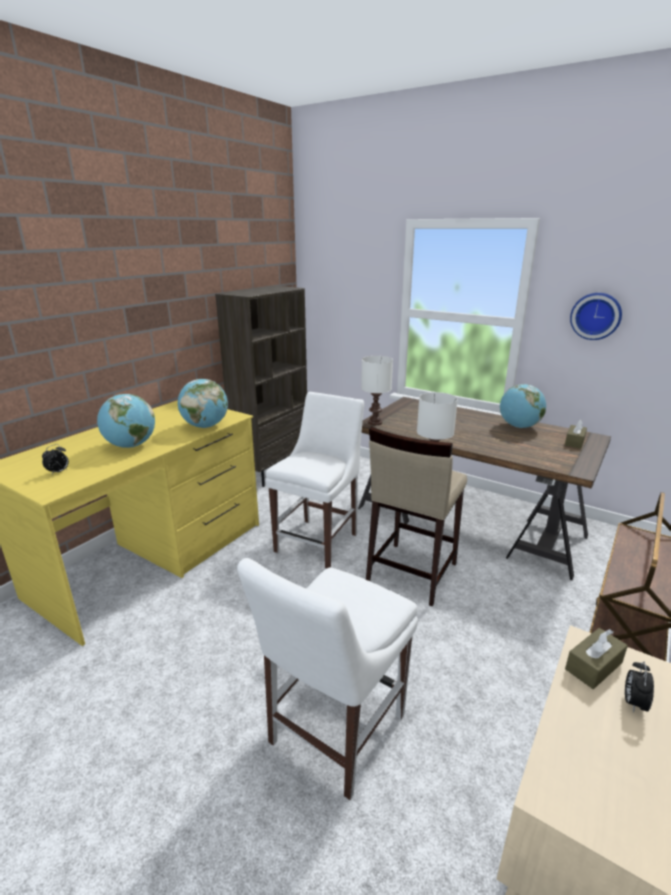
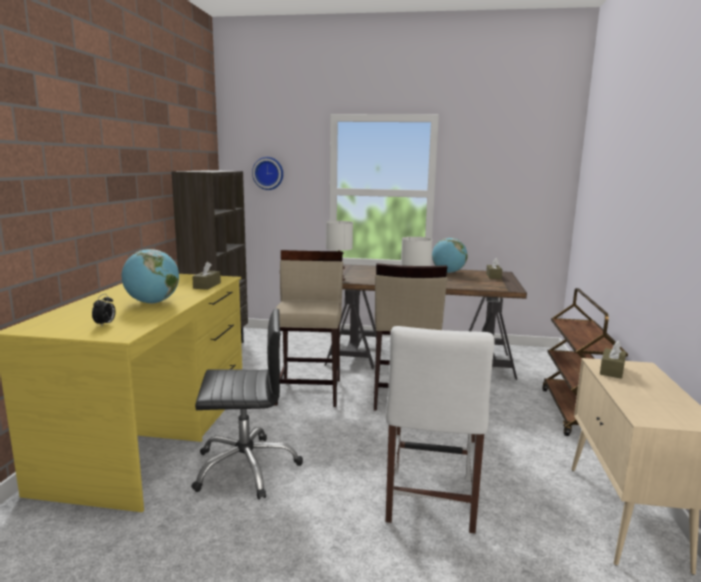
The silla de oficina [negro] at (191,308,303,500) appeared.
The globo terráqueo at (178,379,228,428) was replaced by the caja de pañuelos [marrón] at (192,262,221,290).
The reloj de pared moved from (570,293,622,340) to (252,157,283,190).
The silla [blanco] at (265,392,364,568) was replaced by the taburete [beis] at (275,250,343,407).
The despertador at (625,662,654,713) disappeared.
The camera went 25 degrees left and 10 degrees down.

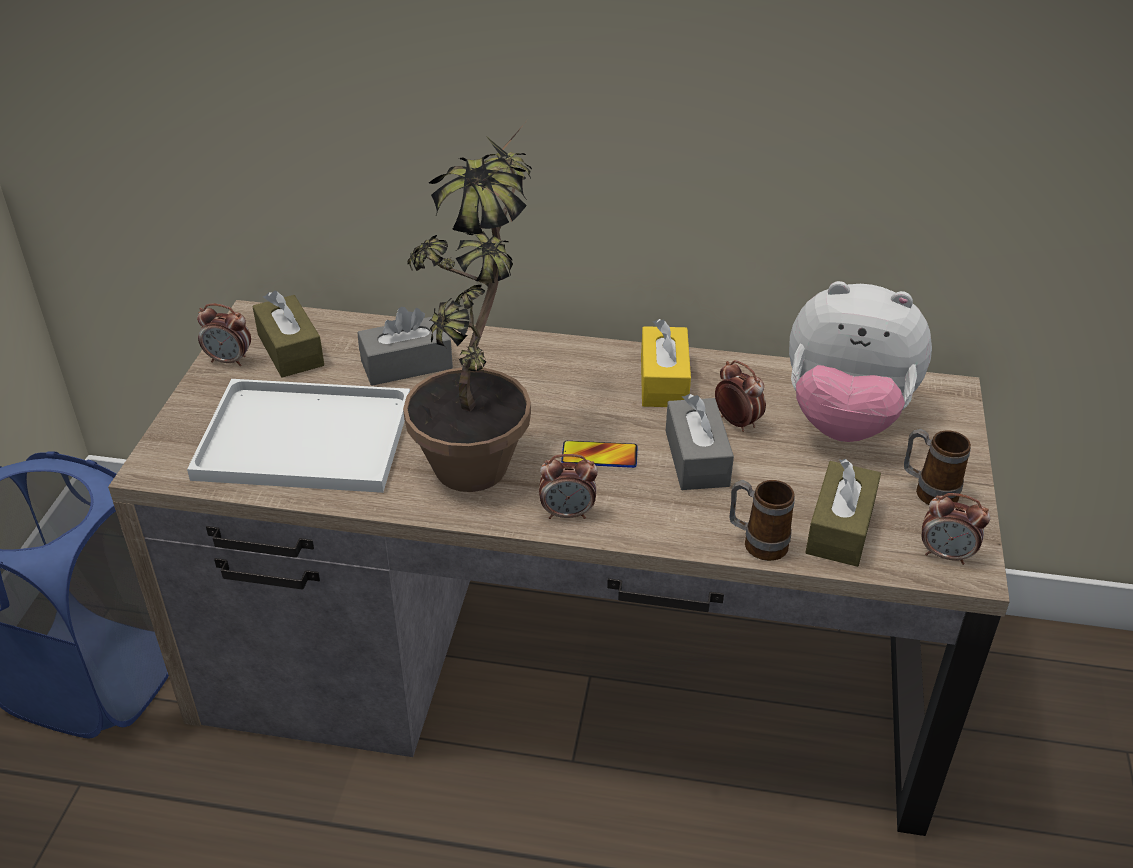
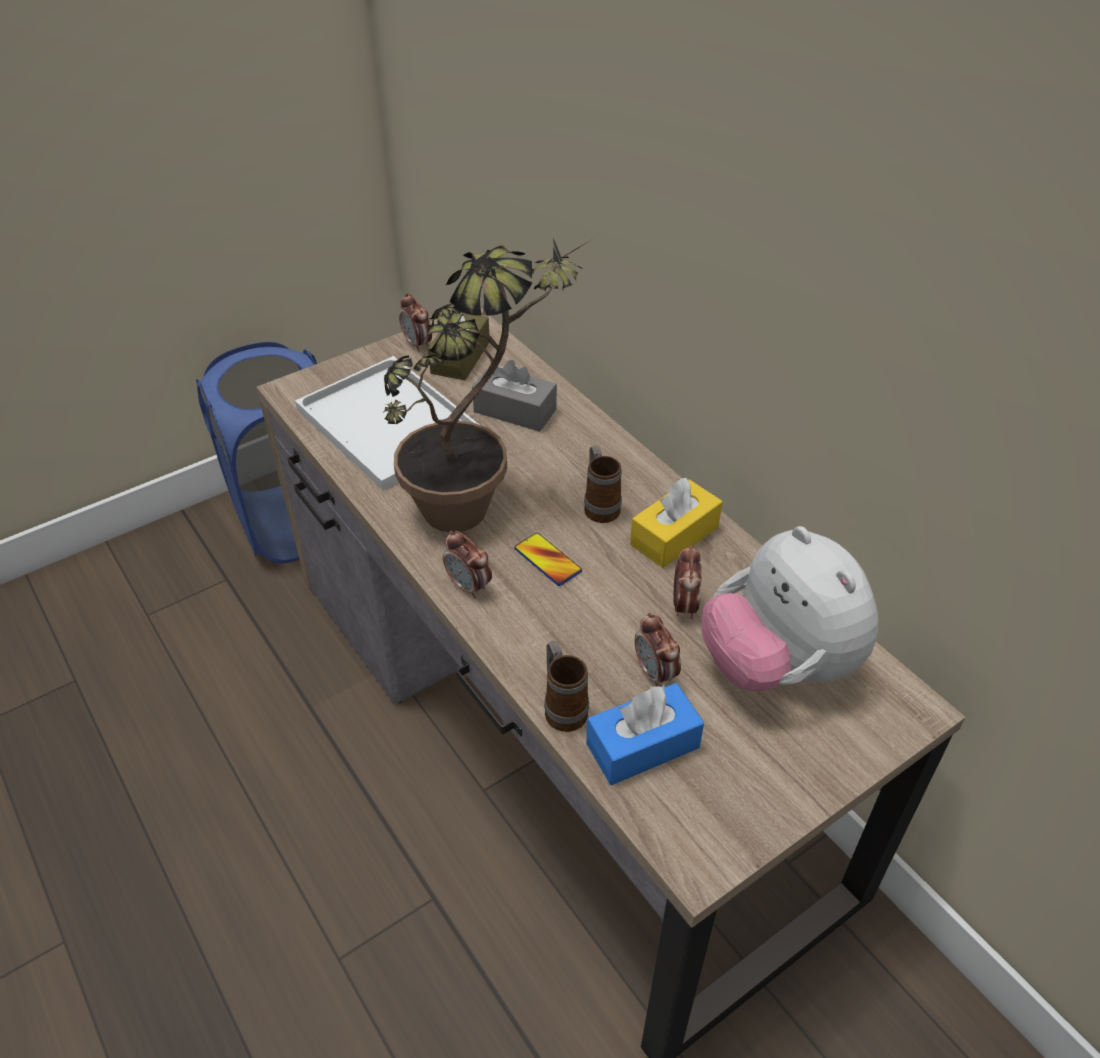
The taza grande moved from (904,428,971,505) to (584,445,622,523).
The caja de pañuelos [marrón] at (805,459,881,567) became the caja de pañuelos [azul] at (586,683,704,785).
The despertador moved from (922,493,990,565) to (635,612,681,687).
The caja de pañuelos [gris] at (666,394,734,490) disappeared.
The camera went 45 degrees right and 5 degrees up.

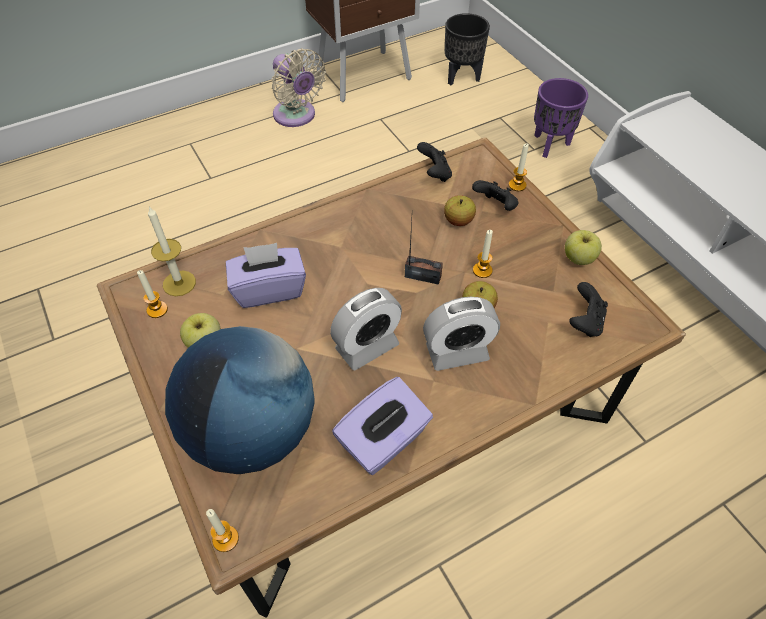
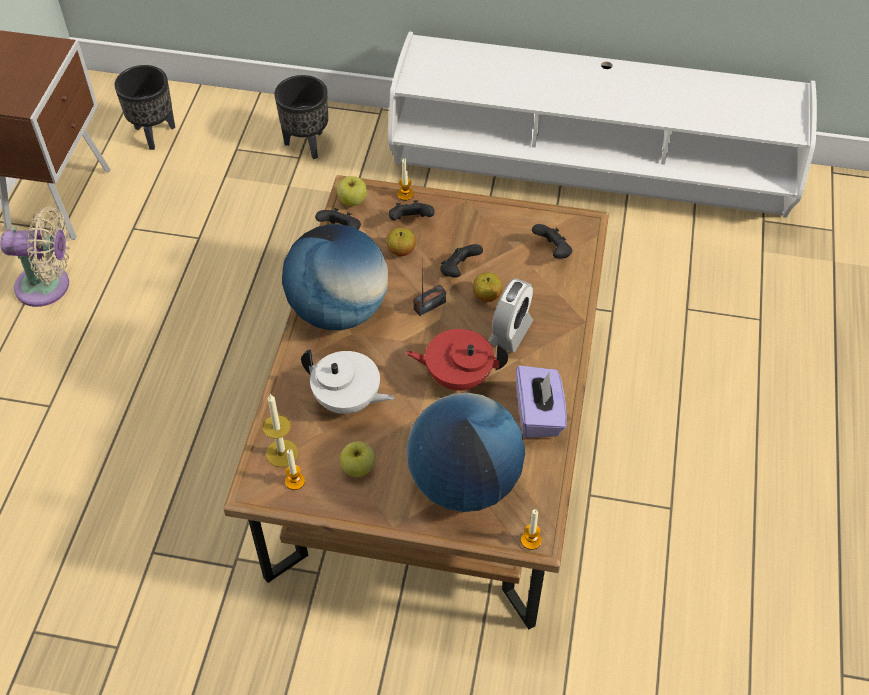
The maceta [morado] at (534,78,588,158) became the maceta [negro] at (274,75,328,159).
The globo terráqueo at (282,224,388,330) appeared.
The caja de pañuelos [morado] at (226,243,306,308) was replaced by the tetera [blanco] at (301,350,394,414).
The manzana moved from (565,230,602,265) to (337,176,367,206).
The despertador at (330,288,402,370) was replaced by the tetera [rojo] at (406,329,508,391).
The vela at (473,230,493,278) was replaced by the mando de consola [negro] at (440,244,483,278).
The camera went 50 degrees left and 0 degrees up.

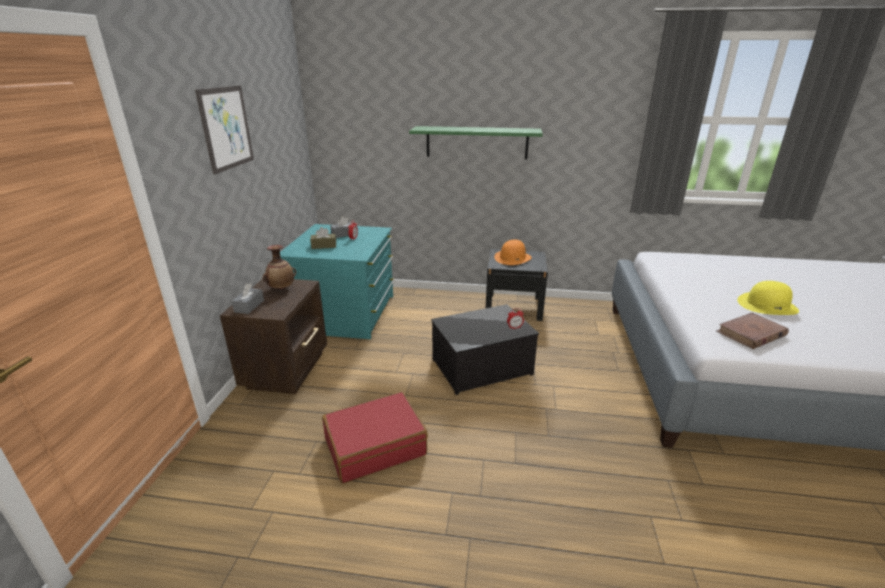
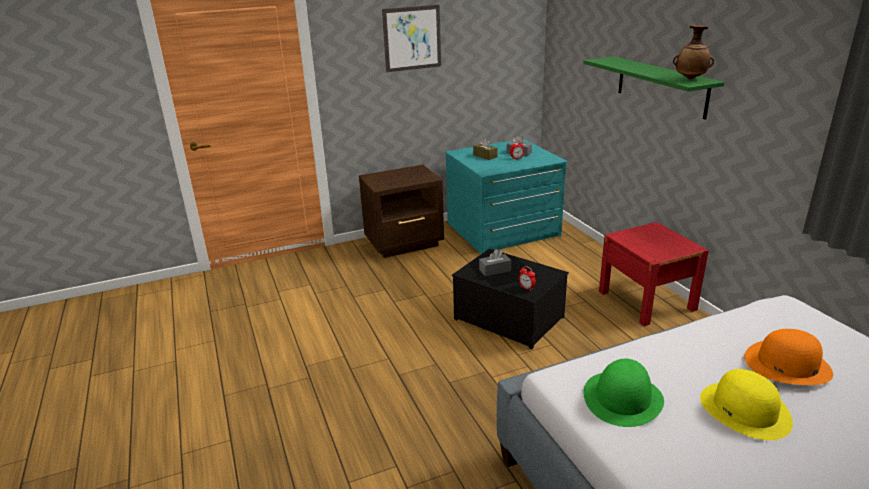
The caja de pañuelos [gris] moved from (232,283,264,314) to (479,249,511,276).
The libro [marrón] at (716,313,789,349) was replaced by the sombrero [verde] at (584,359,664,427).
The mesita de noche [negro] at (486,249,548,321) became the mesita de noche [rojo] at (599,222,709,326).
The florero moved from (262,245,296,289) to (673,25,714,79).
The sombrero [naranja] moved from (494,239,532,265) to (744,329,833,385).
The maleta [rojo] at (322,392,428,484) disappeared.
The camera went 60 degrees right and 0 degrees up.

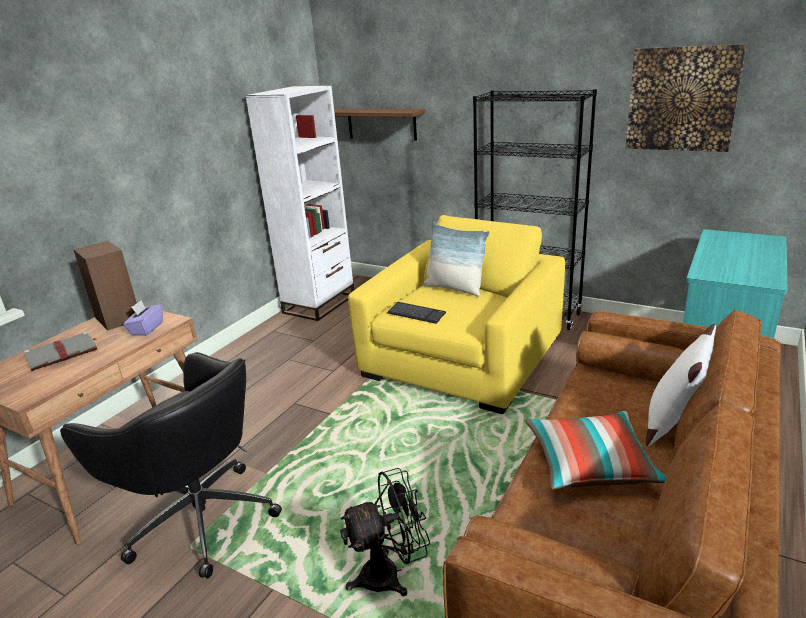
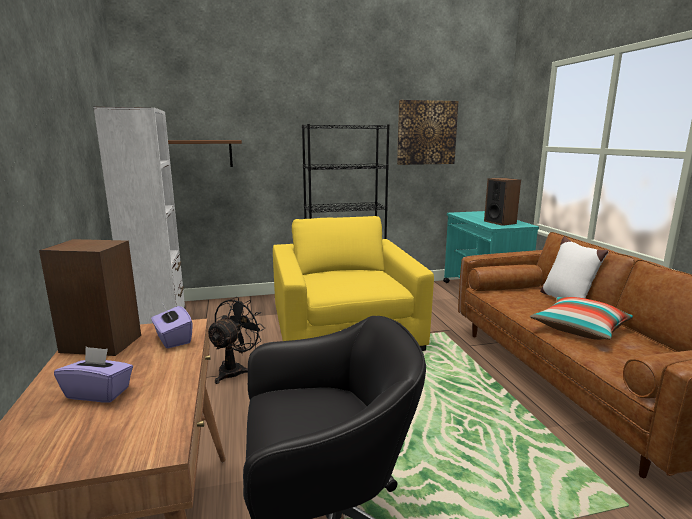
The libro [gris] at (24,332,97,371) was replaced by the caja de pañuelos [morado] at (54,346,133,402).
The ventilador [negro] moved from (340,468,430,597) to (208,297,265,384).
The altavoz at (484,178,521,226) appeared.
The teclado at (387,302,446,324) disappeared.
The cojín at (423,222,490,297) disappeared.
The camera went 45 degrees left and 10 degrees down.

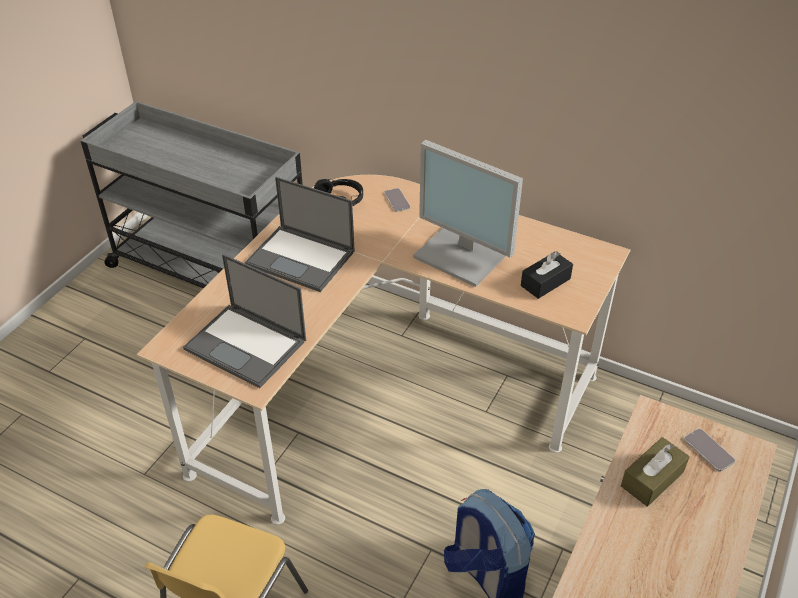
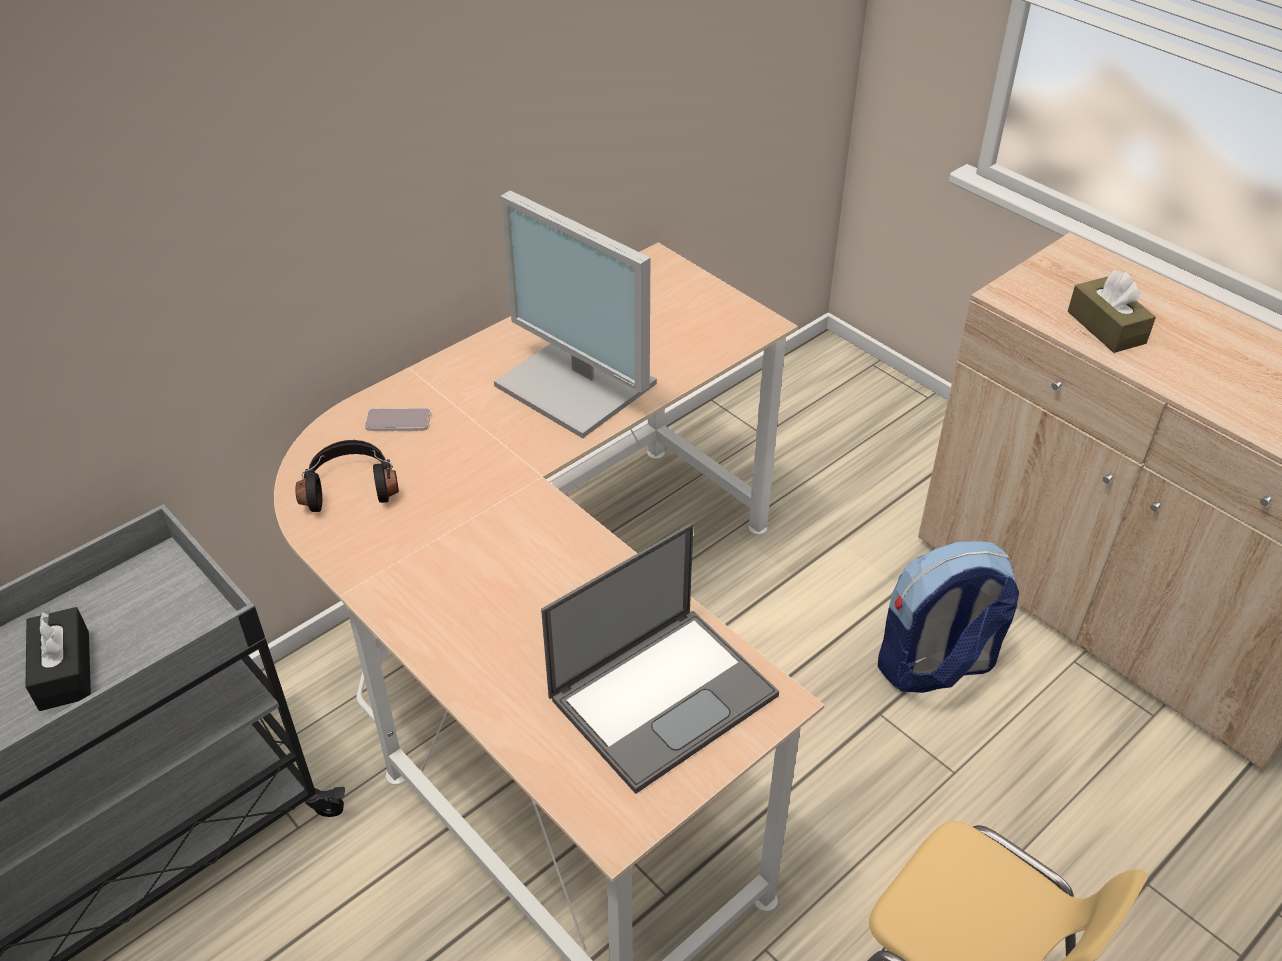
The caja de pañuelos [negro] moved from (521,251,573,299) to (25,607,91,711).
The monitor at (413,140,523,287) turned 75 degrees clockwise.
The portátil at (245,177,355,292) disappeared.
The móvil at (684,428,735,472) disappeared.
The camera went 70 degrees left and 0 degrees up.

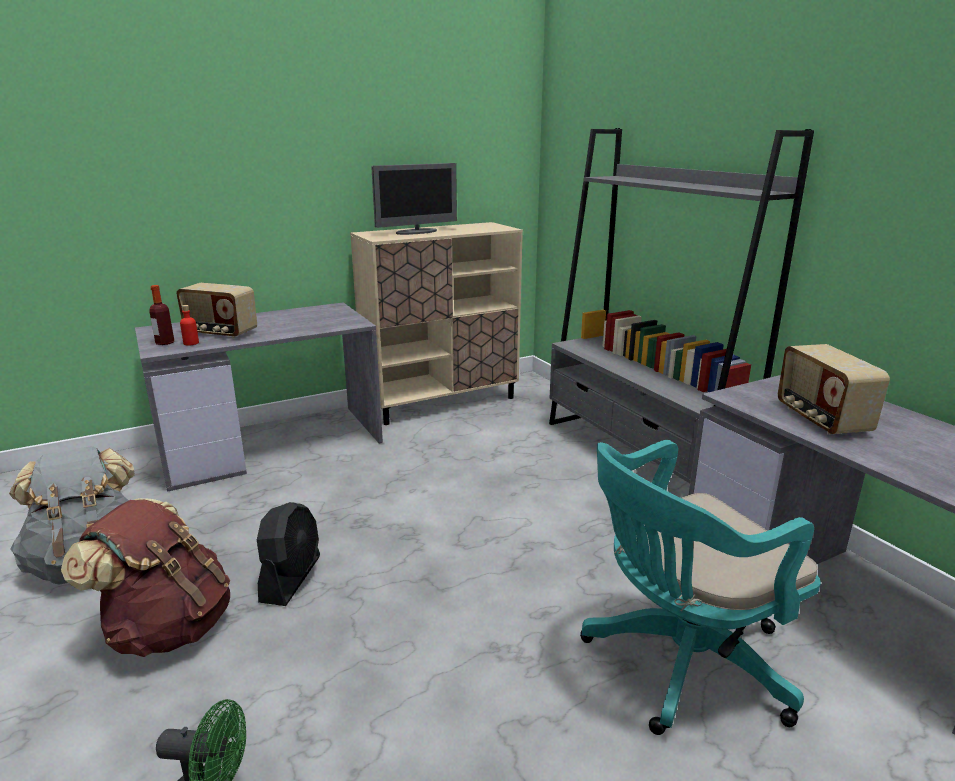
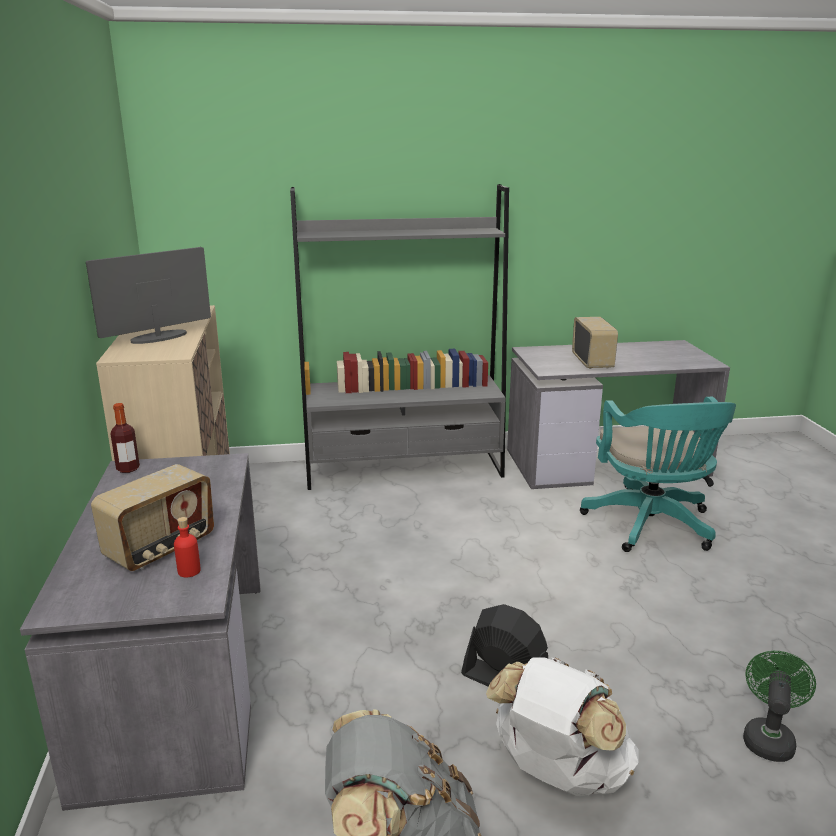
The monitor at (371,163,457,235) turned 120 degrees counterclockwise.
The botella moved from (149,285,174,345) to (110,403,140,473).
The mochila [marrón] at (61,498,230,657) became the mochila [blanco] at (486,657,639,797).
The radio at (778,344,890,435) turned 105 degrees counterclockwise.
The camera went 70 degrees left and 0 degrees up.

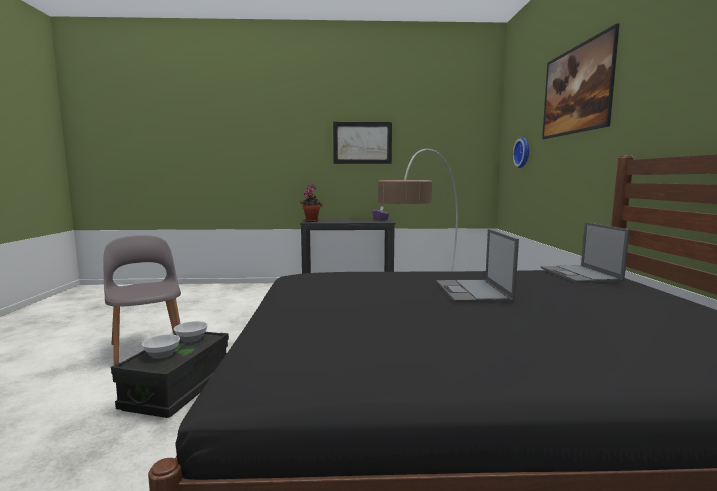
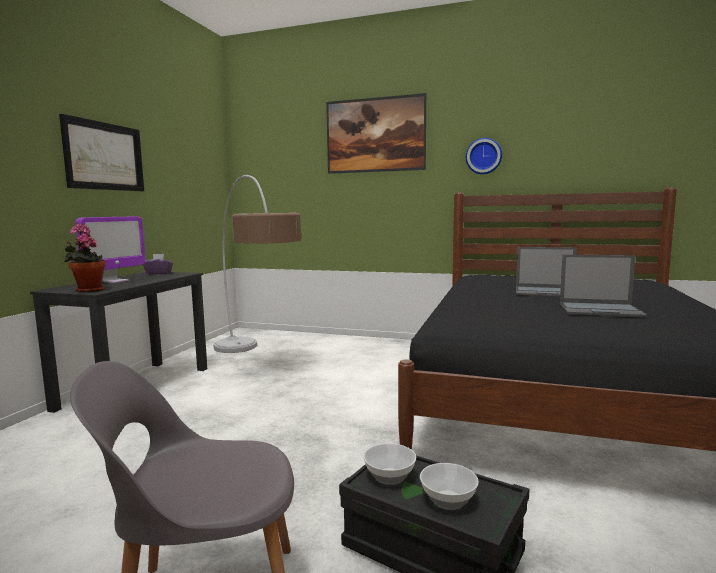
The monitor at (76,217,146,283) appeared.
The reloj de pared moved from (513,137,529,168) to (466,138,502,174).
The portátil moved from (541,222,630,283) to (560,255,647,317).
The camera went 70 degrees left and 0 degrees up.

